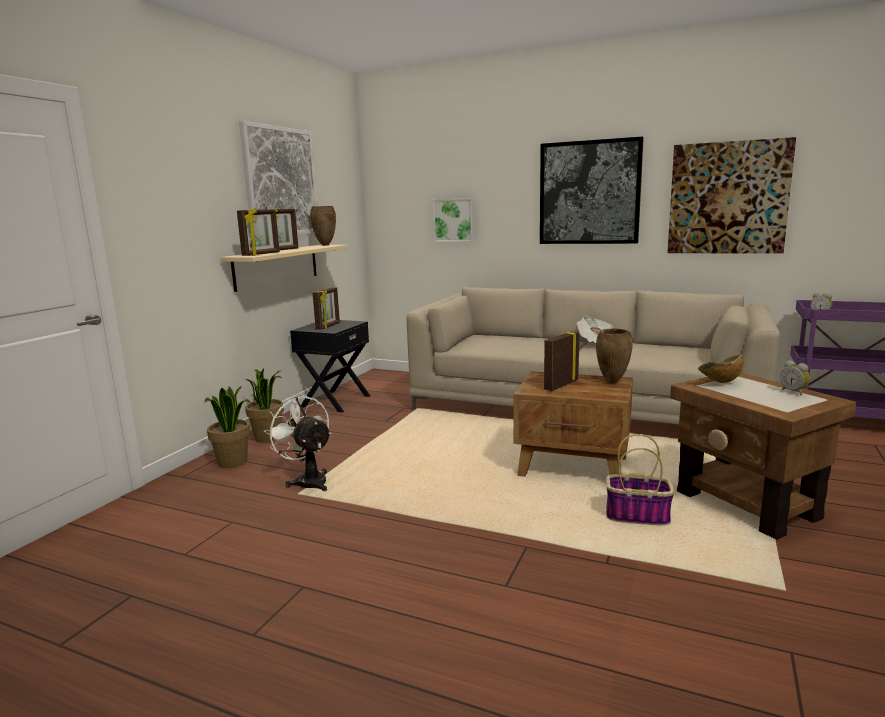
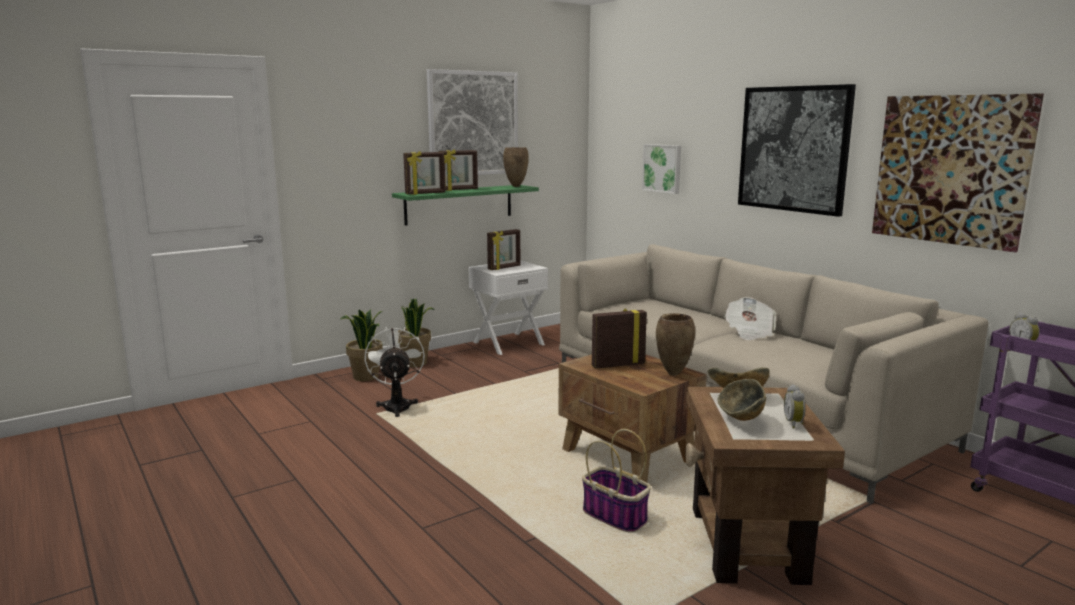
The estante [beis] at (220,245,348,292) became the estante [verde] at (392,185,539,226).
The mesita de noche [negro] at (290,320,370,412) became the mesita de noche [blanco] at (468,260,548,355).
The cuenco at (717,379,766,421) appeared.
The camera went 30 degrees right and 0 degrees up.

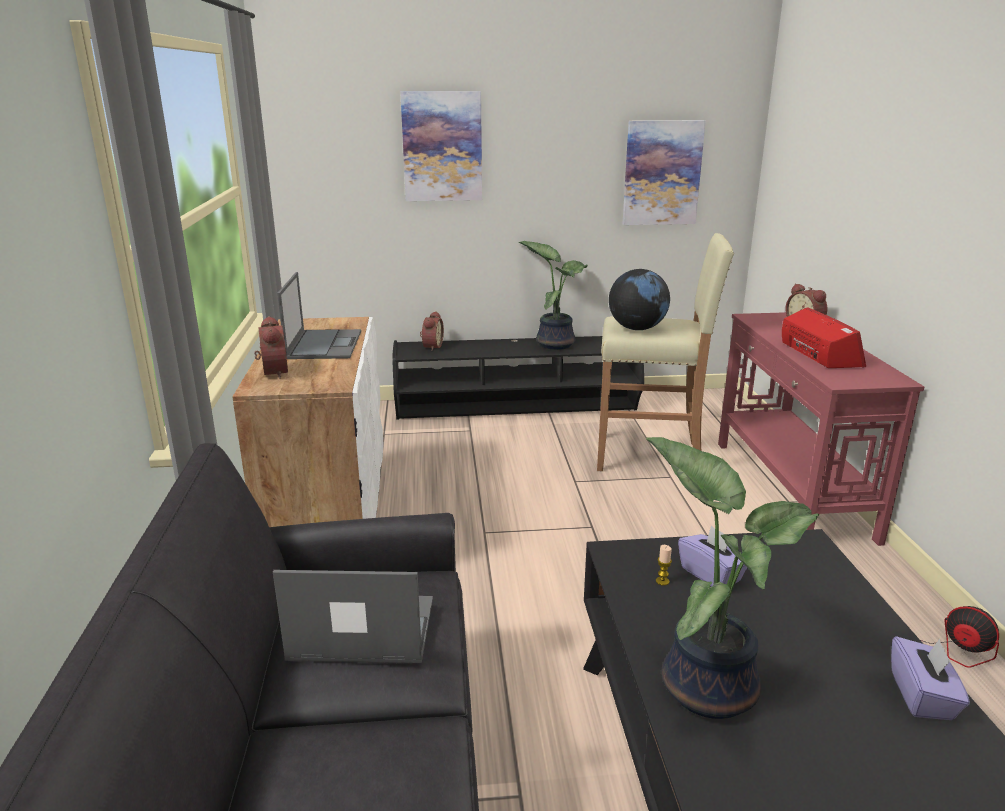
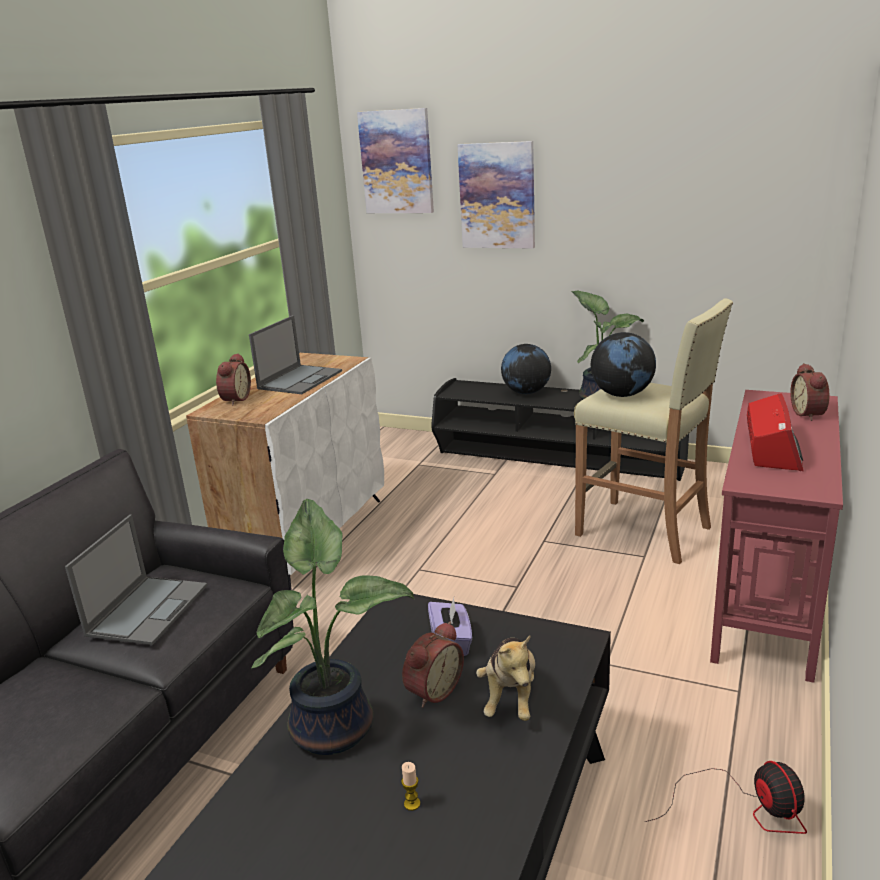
The portátil at (273,570,433,663) turned 75 degrees clockwise.
The cuadro moved from (622,120,706,225) to (357,108,434,213).
The vela moved from (656,545,672,586) to (401,762,421,811).
The despertador moved from (420,311,444,351) to (402,622,464,708).
The peluche at (476,635,535,721) appeared.
The globo terráqueo at (501,344,551,394) appeared.
The caja de pañuelos [morado] at (891,636,970,720) disappeared.
The camera went 30 degrees right and 0 degrees up.

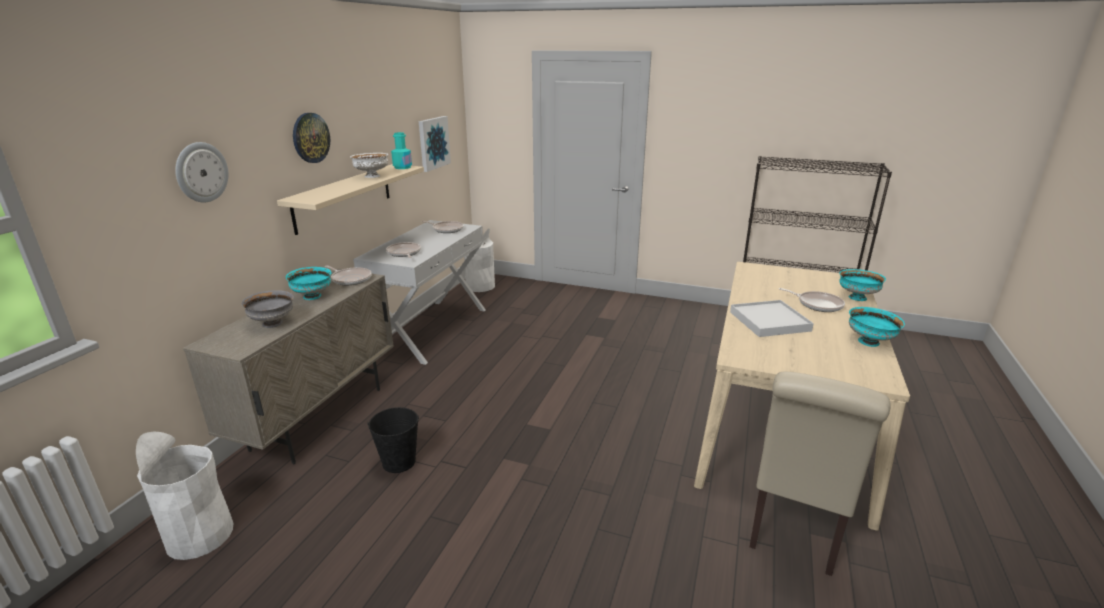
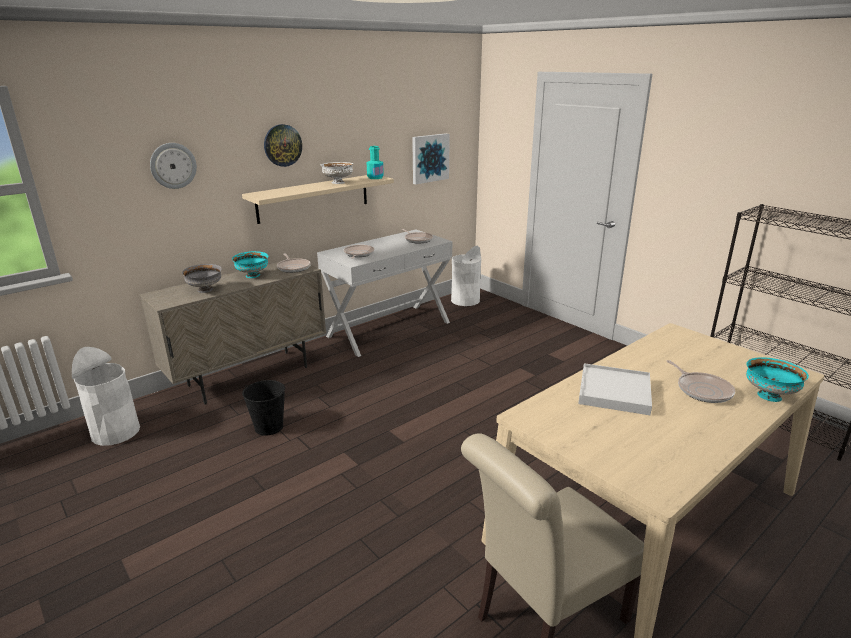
The cuenco [turquesa] at (849,307,905,347) disappeared.
The camera went 30 degrees right and 0 degrees up.

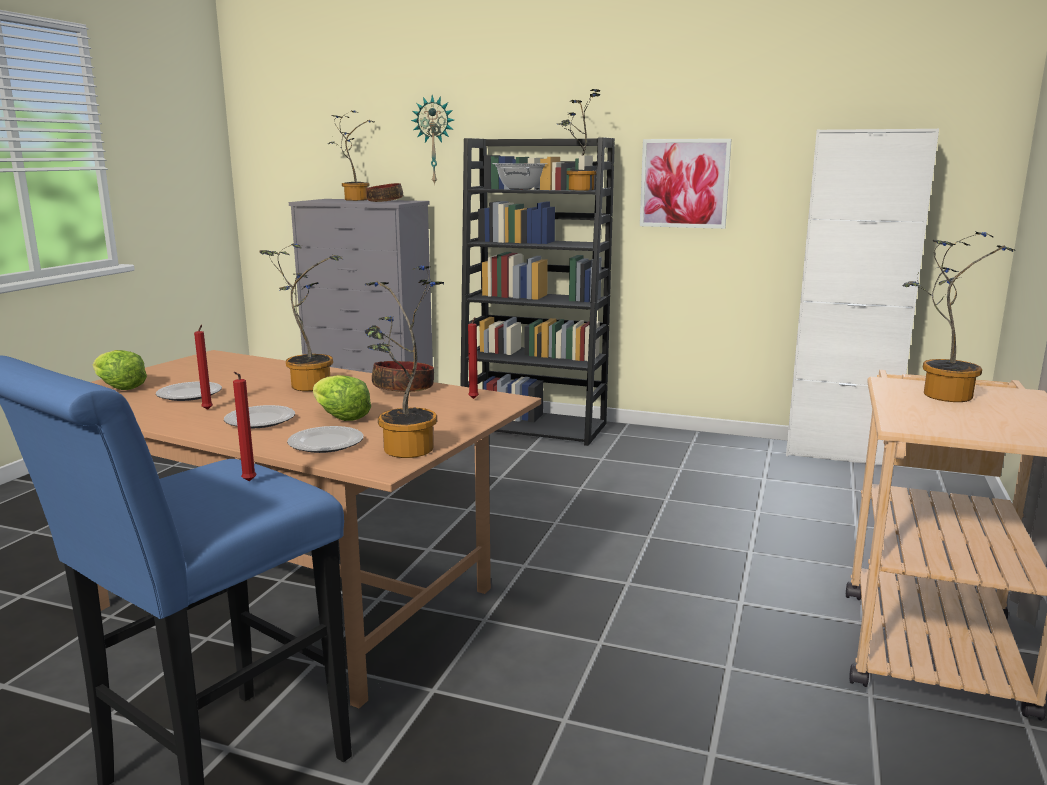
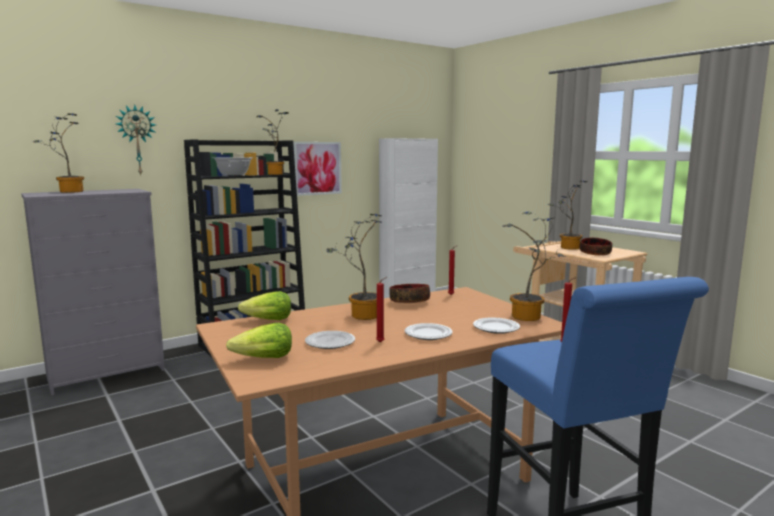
The lechuga moved from (313,375,371,421) to (238,291,291,320).
The cuenco moved from (366,183,403,202) to (580,238,612,256).
The camera went 55 degrees left and 5 degrees down.

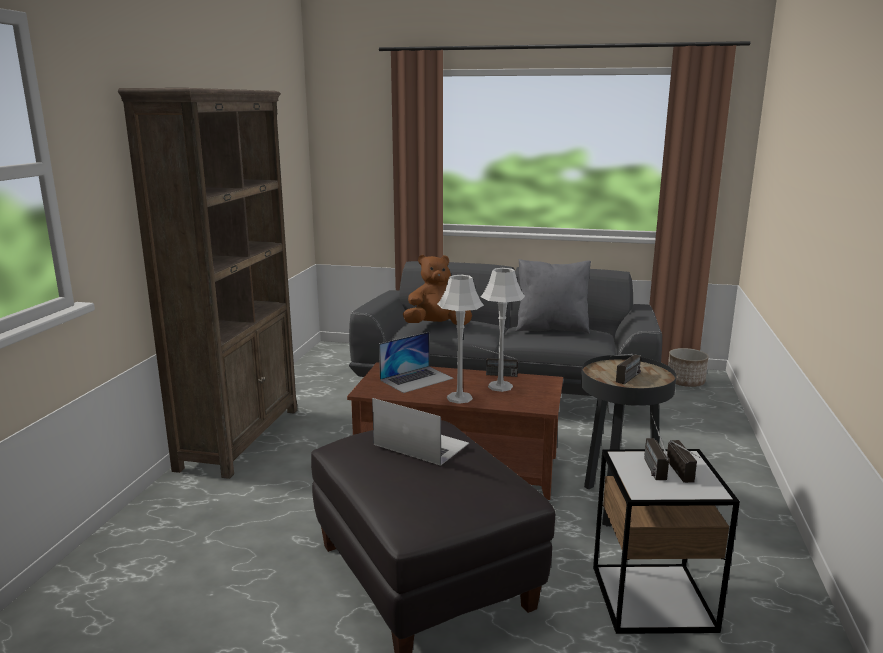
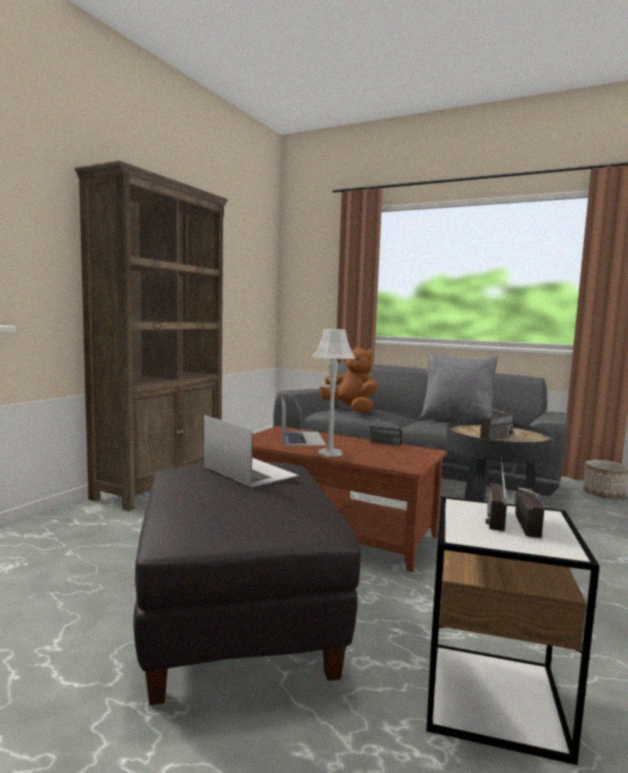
The portátil at (379,332,453,393) turned 75 degrees counterclockwise.
The peluche [marrón] at (403,255,472,325) turned 45 degrees clockwise.
The lámpara de mesa [gris] at (480,268,525,392) disappeared.
The camera went 15 degrees right and 10 degrees down.

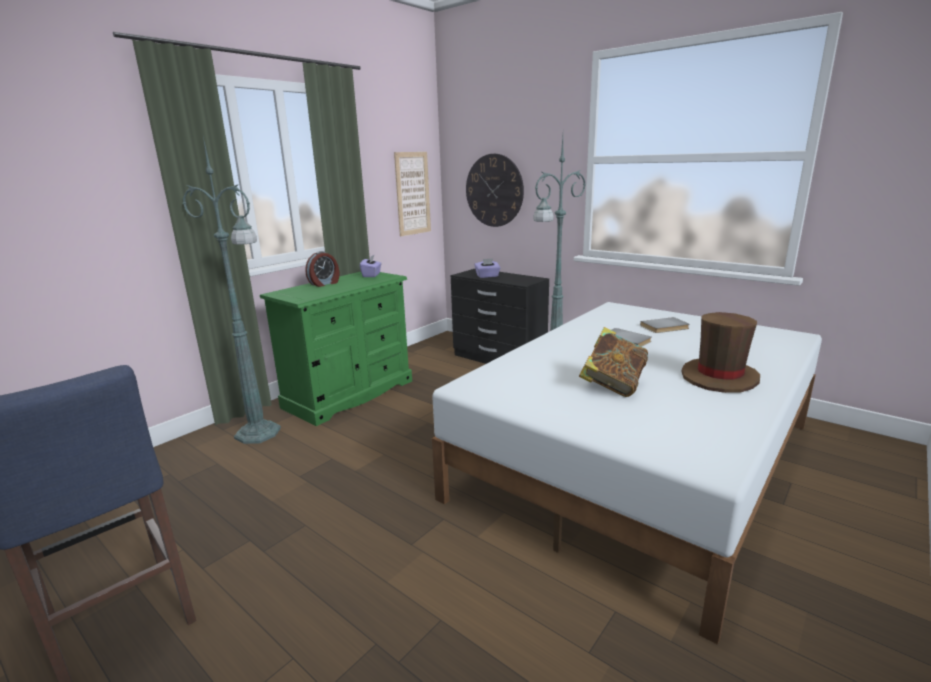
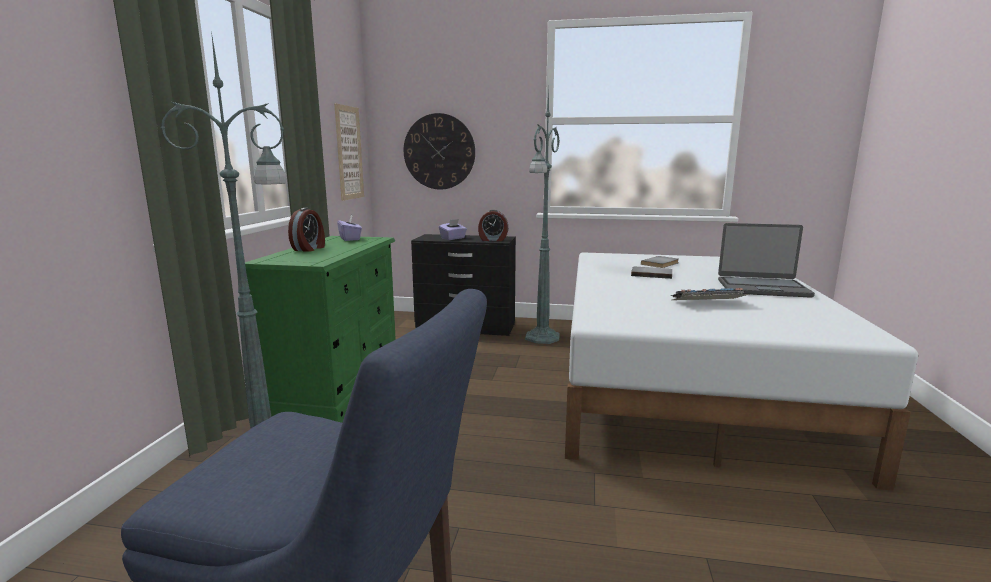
The despertador at (478,210,508,241) appeared.
The libro at (579,327,648,397) was replaced by the teclado at (671,288,750,300).
The sombrero [marrón] at (681,312,760,393) was replaced by the portátil at (718,223,815,298).
The camera went 30 degrees left and 5 degrees down.

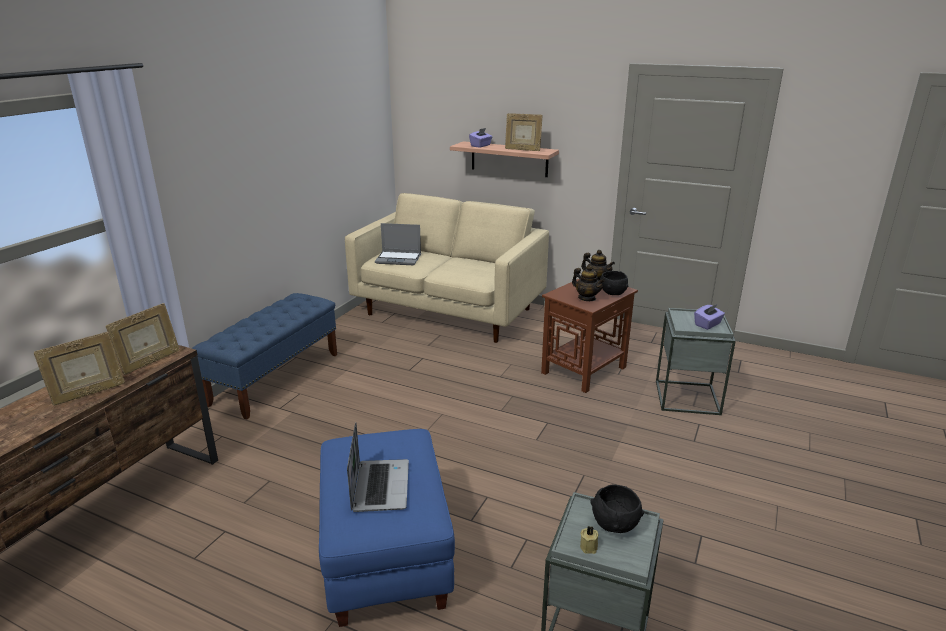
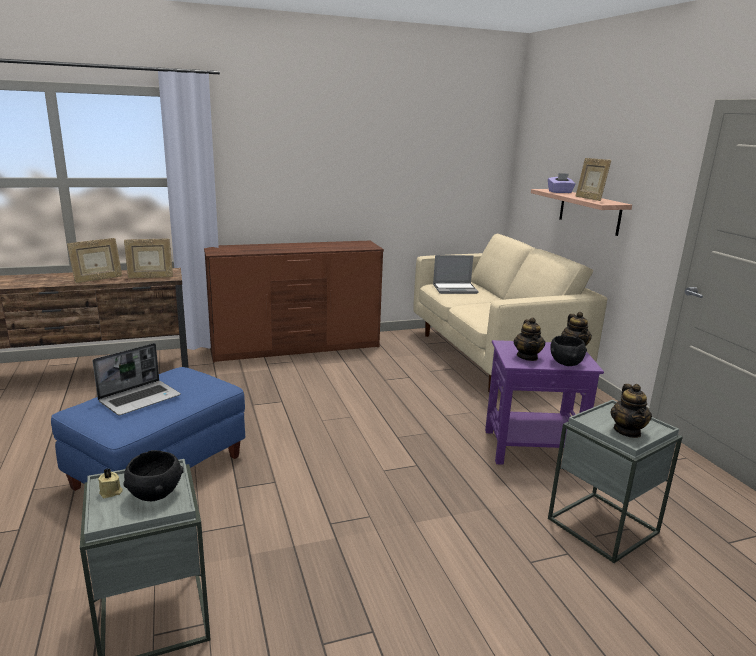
The portarretratos at (34,332,125,406) turned 45 degrees counterclockwise.
The banco [azul] at (192,293,337,420) was replaced by the cómoda [marrón] at (204,241,384,363).
The portátil at (375,223,421,265) turned 60 degrees counterclockwise.
The mesa auxiliar [marrón] at (541,279,638,393) became the mesa auxiliar [morado] at (485,340,604,465).
The caja de pañuelos [morado] at (694,304,725,330) was replaced by the tetera at (611,384,652,438).
The camera went 45 degrees right and 5 degrees down.

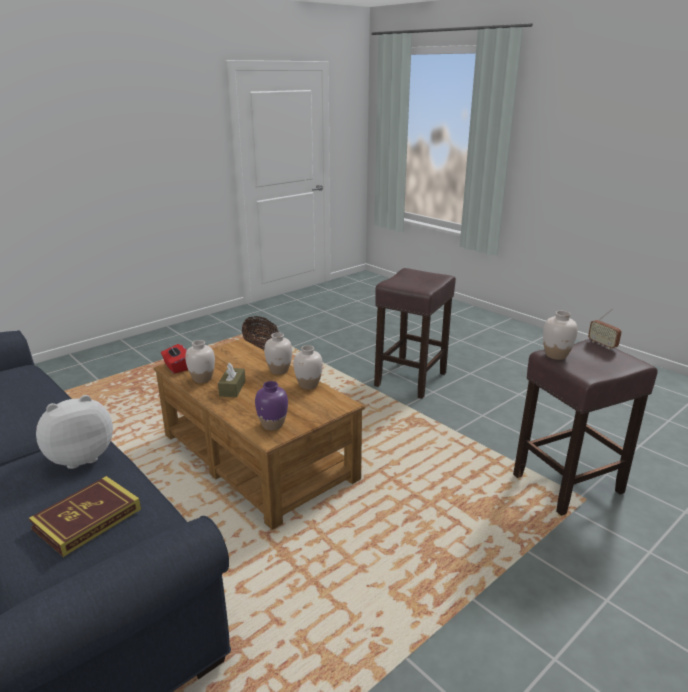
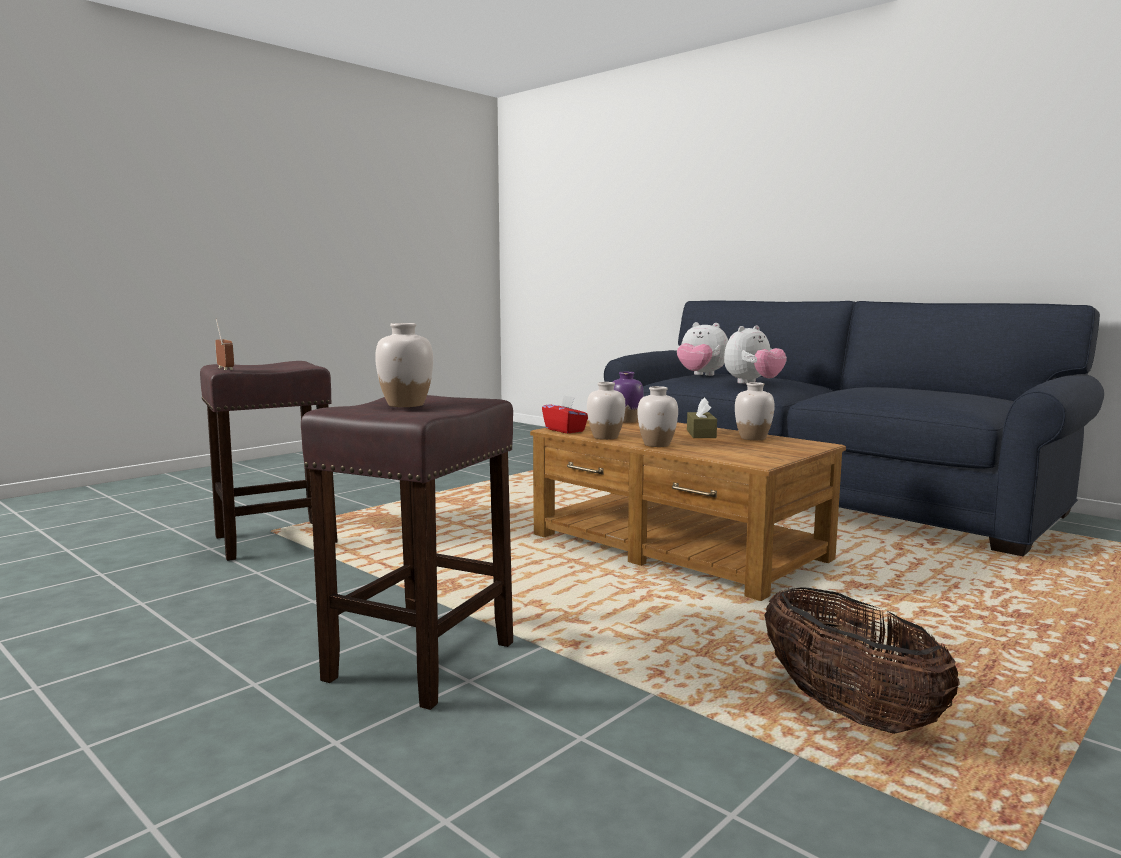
The florero [blanco] moved from (543,311,578,360) to (375,323,433,407).
The caja de pañuelos [rojo] moved from (161,344,188,374) to (542,395,588,433).
The libro at (29,476,141,557) was replaced by the peluche at (677,322,728,376).
The camera went 175 degrees right and 15 degrees down.

